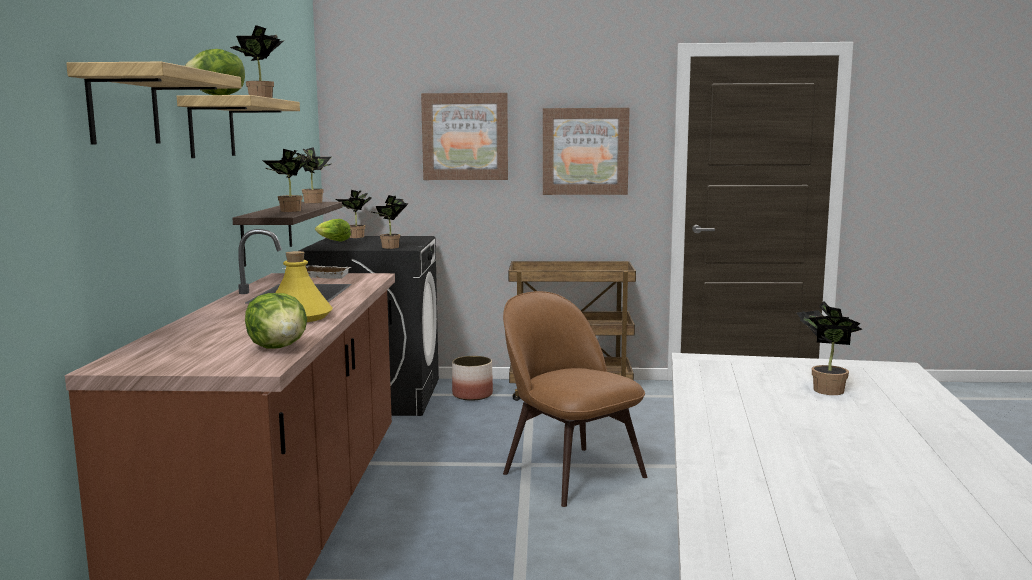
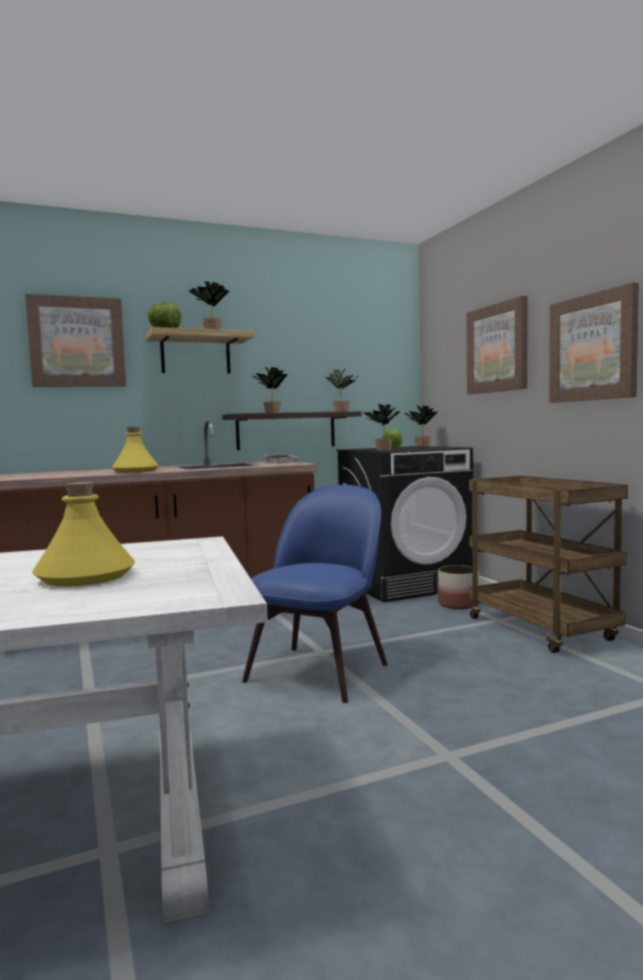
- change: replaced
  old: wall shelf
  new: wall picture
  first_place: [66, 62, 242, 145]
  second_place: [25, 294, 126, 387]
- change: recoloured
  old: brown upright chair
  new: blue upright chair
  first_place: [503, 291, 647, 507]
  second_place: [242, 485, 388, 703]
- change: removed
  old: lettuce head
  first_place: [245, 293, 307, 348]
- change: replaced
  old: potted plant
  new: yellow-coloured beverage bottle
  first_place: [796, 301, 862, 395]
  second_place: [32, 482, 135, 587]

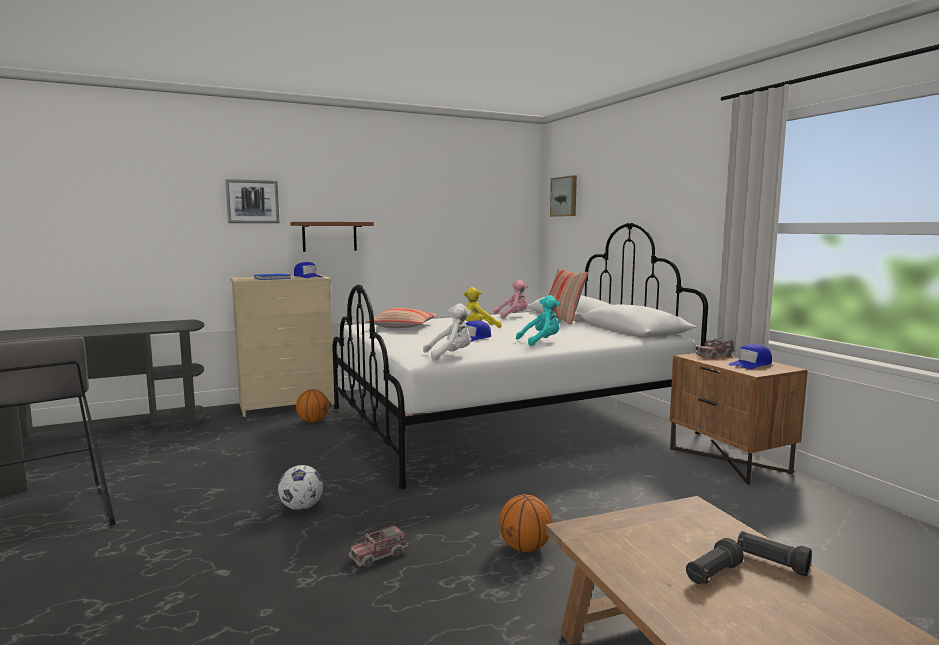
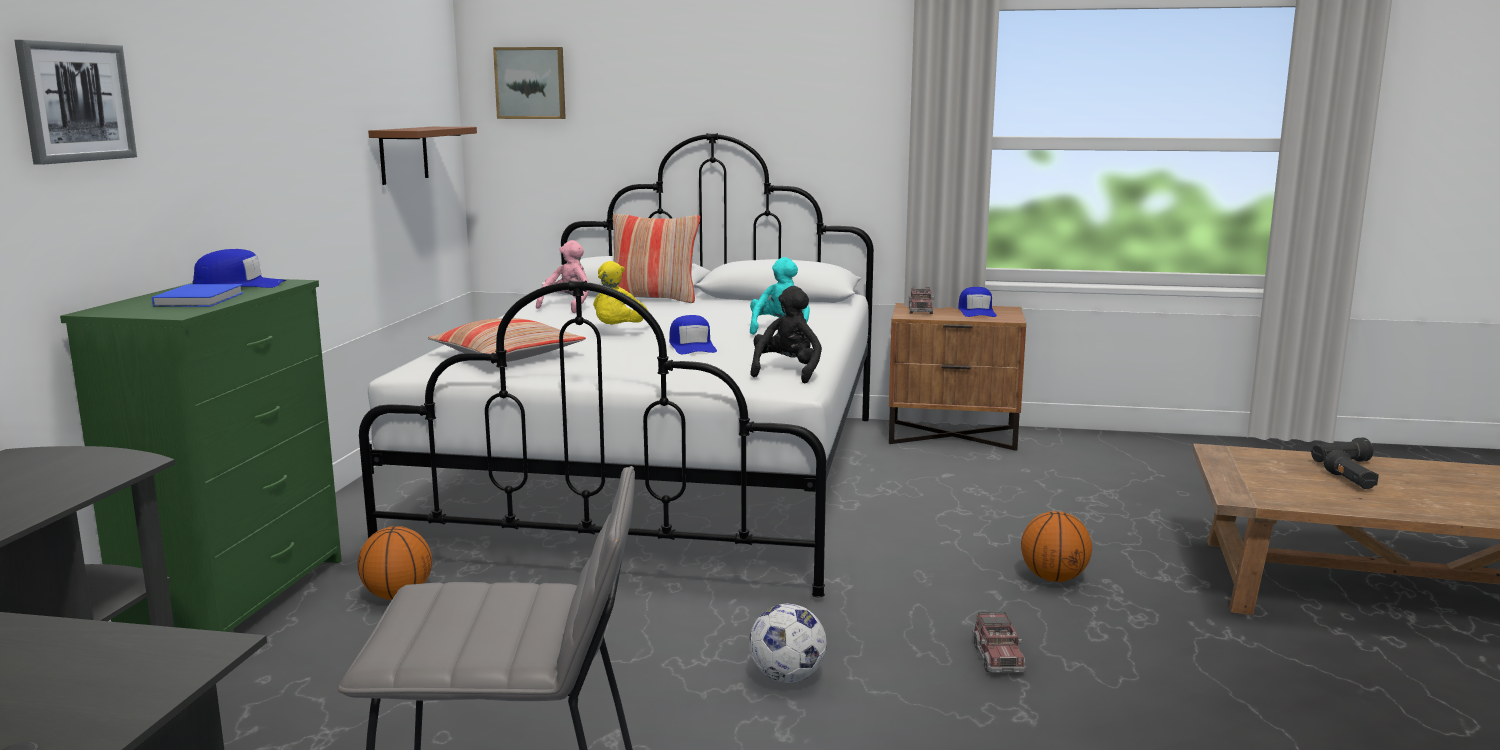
- change: moved
  old: brown wall shelf
  first_place: [290, 222, 374, 252]
  second_place: [368, 127, 477, 185]
- change: recoloured
  old: beige dresser
  new: green dresser
  first_place: [231, 275, 335, 417]
  second_place: [60, 279, 342, 632]
- change: recoloured
  old: whitish cuddly toy
  new: blackish cuddly toy
  first_place: [423, 304, 471, 361]
  second_place: [750, 286, 822, 383]

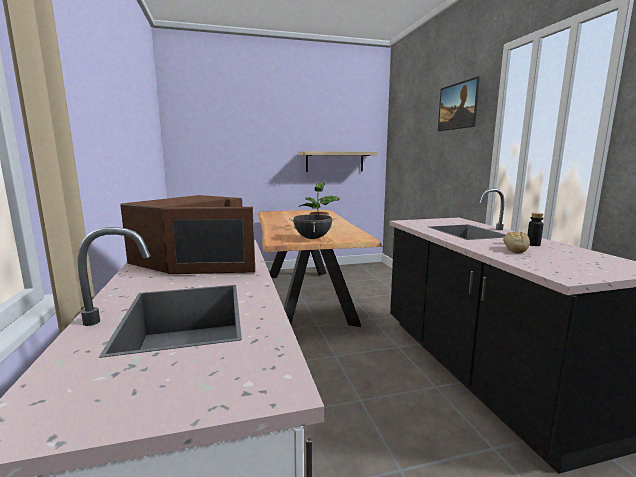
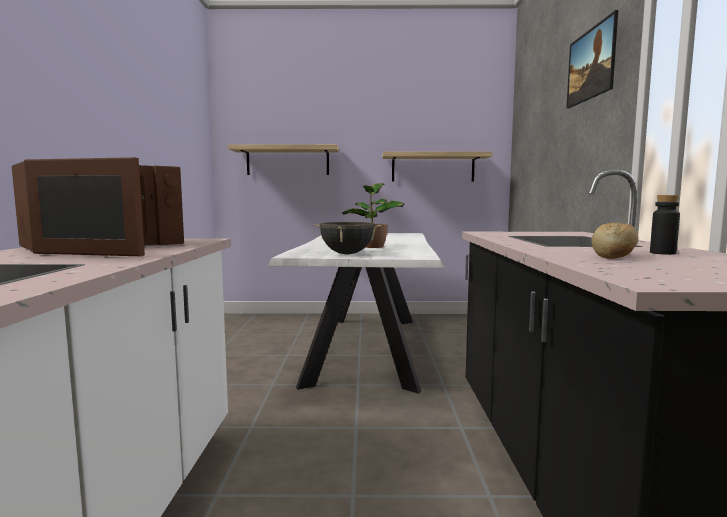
- change: recoloured
  old: brown dining table
  new: whitish dining table
  first_place: [258, 210, 383, 327]
  second_place: [268, 233, 444, 394]
- change: added
  new: wall shelf
  second_place: [228, 144, 339, 175]

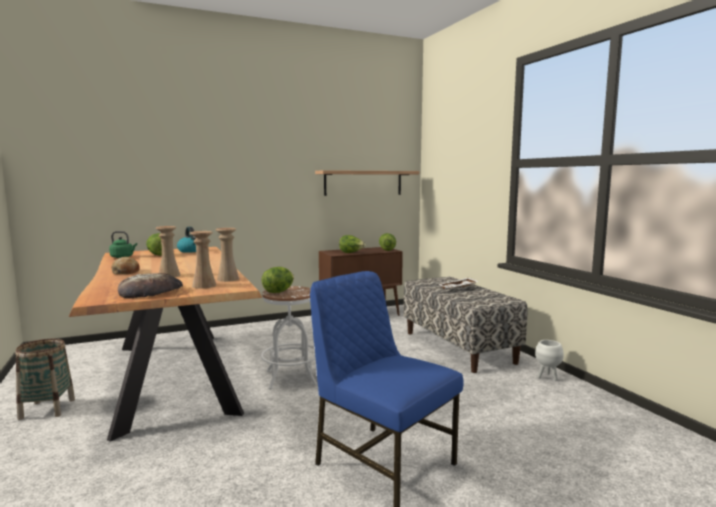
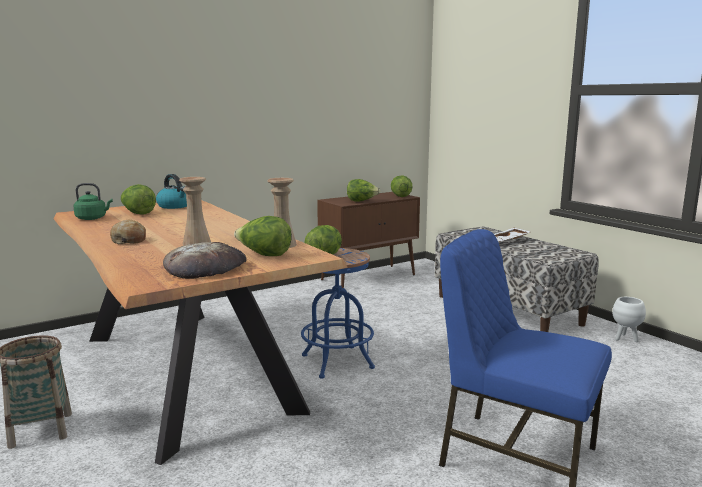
- change: removed
  old: wall shelf
  first_place: [315, 170, 419, 196]
- change: replaced
  old: beige decorative vase
  new: lettuce head
  first_place: [190, 231, 216, 289]
  second_place: [234, 216, 292, 256]
- change: recoloured
  old: whitish stool seat
  new: blue stool seat
  first_place: [261, 286, 317, 390]
  second_place: [301, 248, 375, 379]

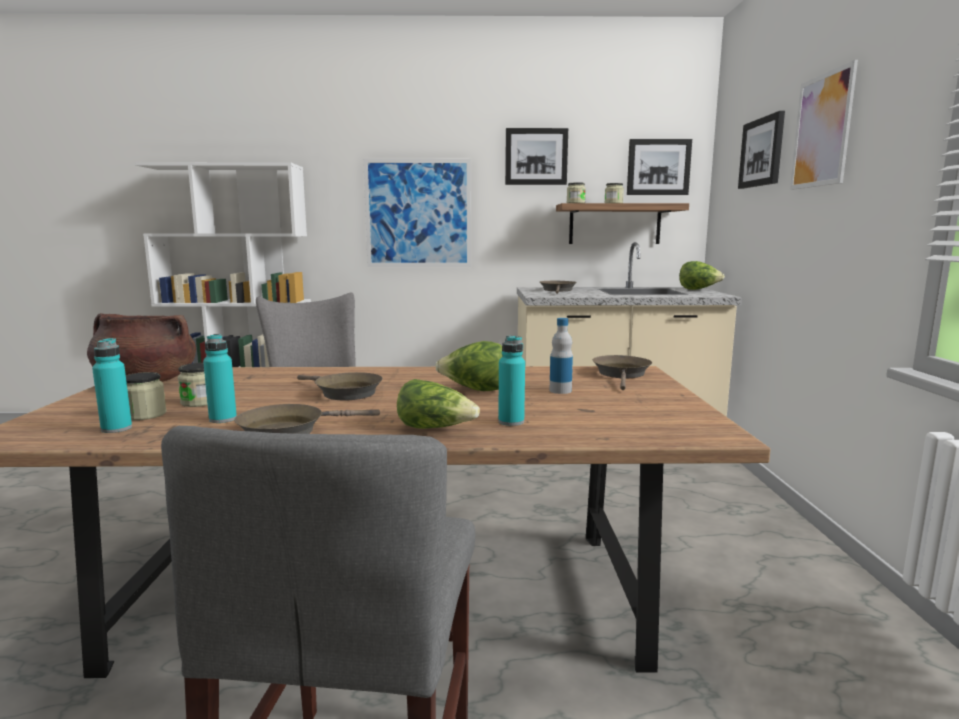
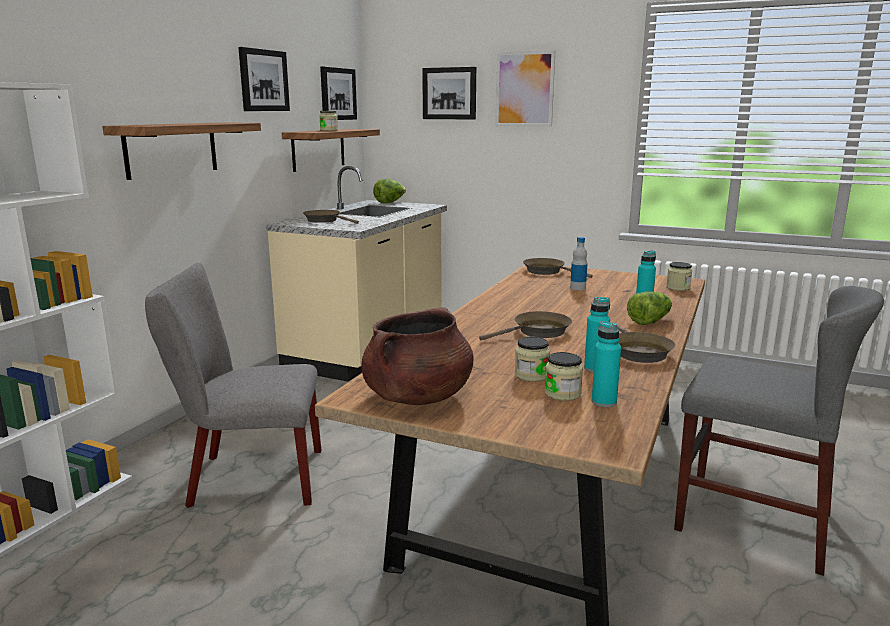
- change: replaced
  old: wall picture
  new: wall shelf
  first_place: [363, 158, 471, 267]
  second_place: [102, 122, 261, 180]
- change: moved
  old: jar
  first_place: [567, 182, 586, 203]
  second_place: [666, 262, 692, 291]
- change: removed
  old: lettuce head
  first_place: [435, 341, 503, 391]

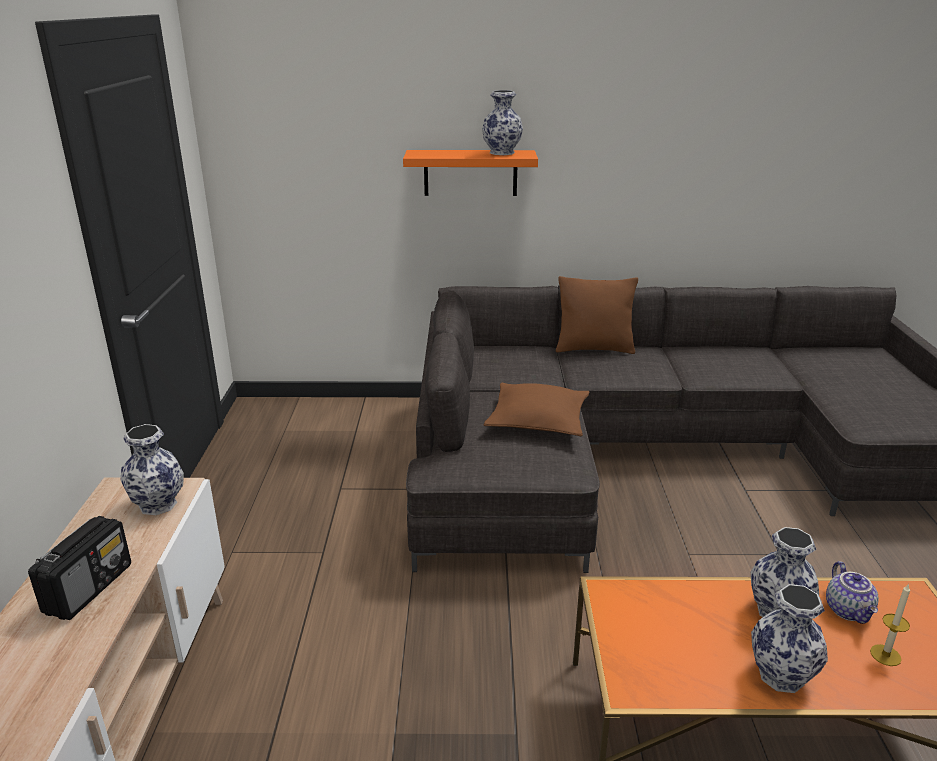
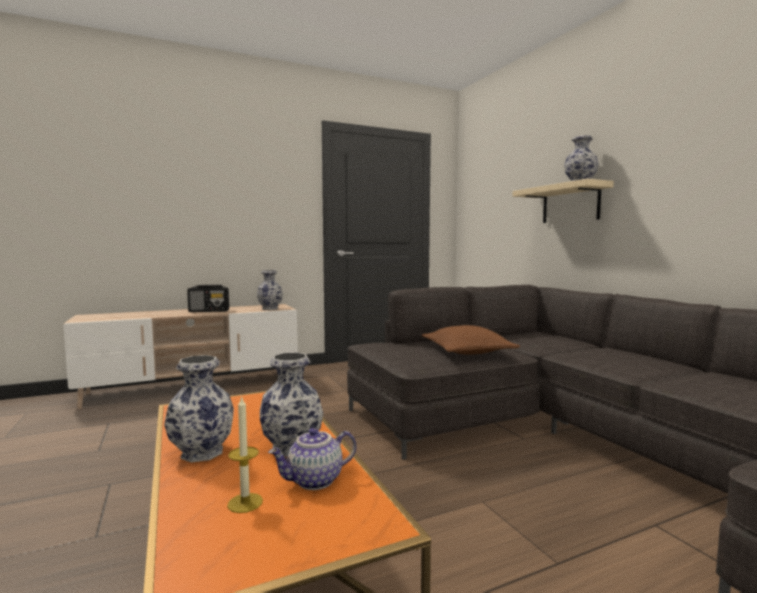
- change: recoloured
  old: orange wall shelf
  new: beige wall shelf
  first_place: [403, 150, 538, 196]
  second_place: [512, 179, 614, 223]
- change: removed
  old: brown pillow
  first_place: [556, 276, 638, 354]

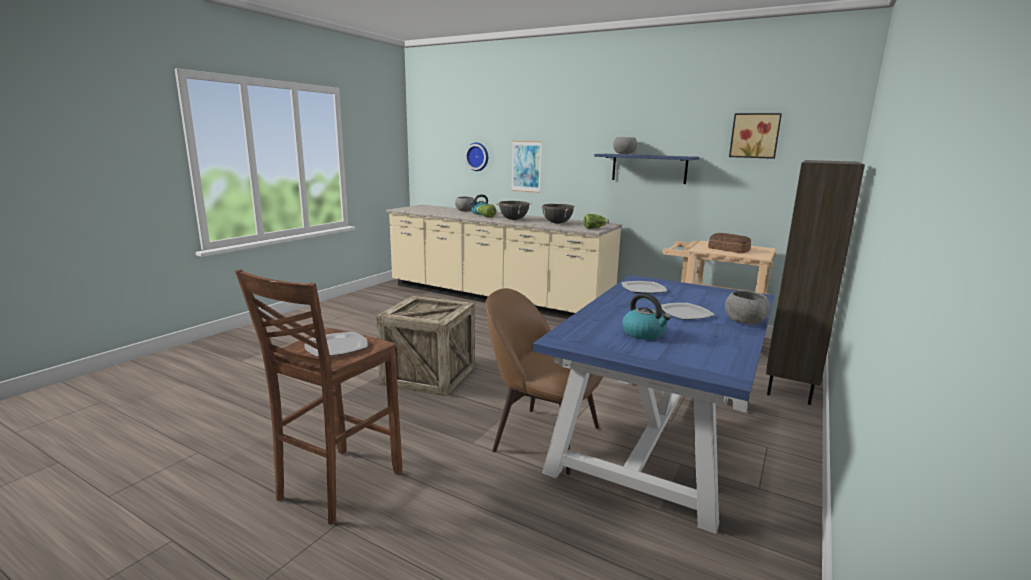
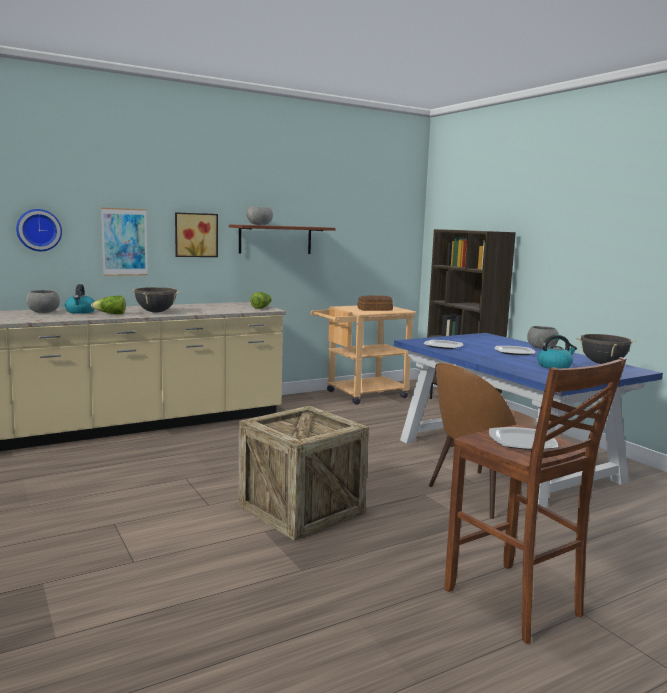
- change: moved
  old: wall picture
  first_place: [729, 113, 782, 159]
  second_place: [175, 212, 218, 257]
- change: recoloured
  old: blue wall shelf
  new: brown wall shelf
  first_place: [594, 154, 699, 184]
  second_place: [229, 224, 335, 254]
- change: moved
  old: blackish stockpot
  first_place: [541, 204, 575, 224]
  second_place: [576, 334, 636, 364]

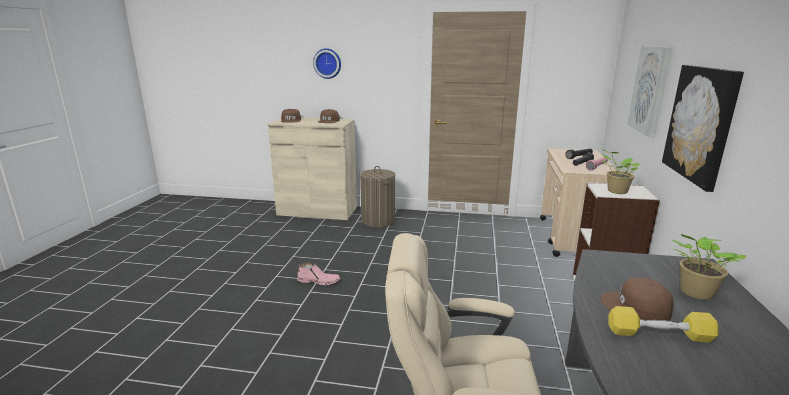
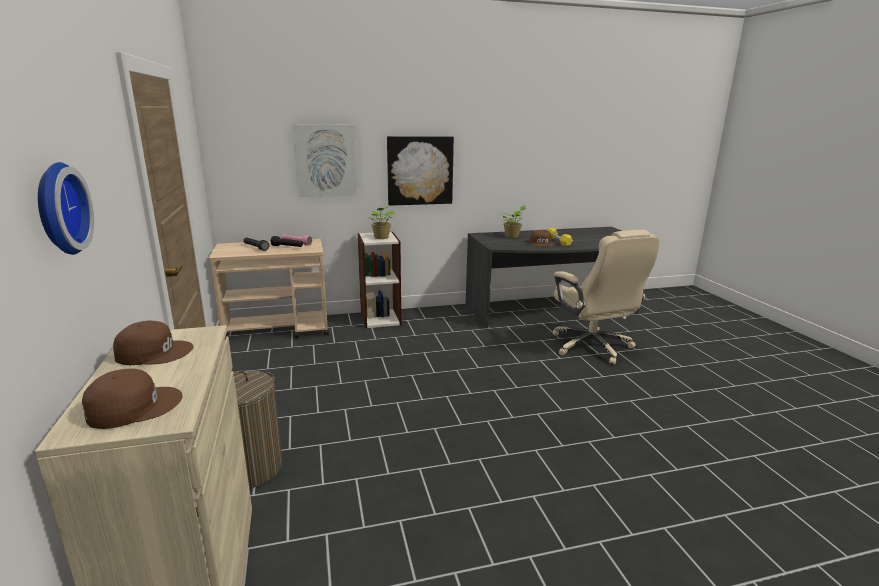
- change: removed
  old: pinkish boot
  first_place: [297, 263, 341, 285]

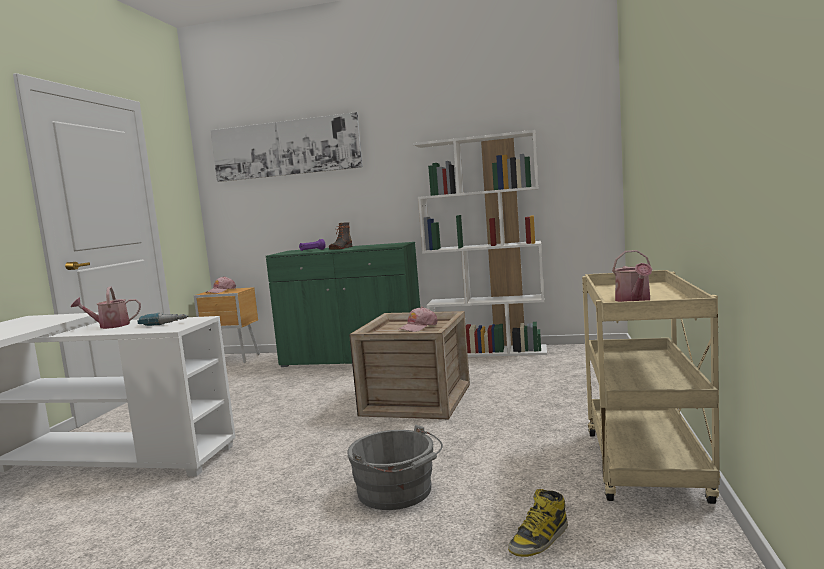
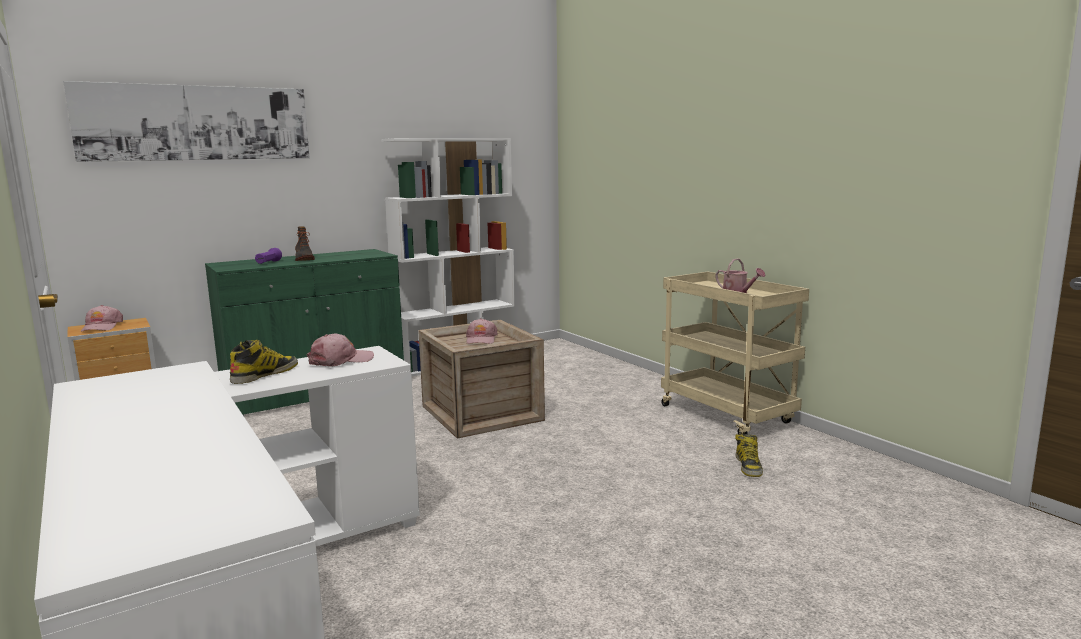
- change: replaced
  old: watering pot
  new: boot
  first_place: [71, 287, 141, 329]
  second_place: [230, 340, 298, 384]
- change: replaced
  old: drill
  new: pinkish peaked cap
  first_place: [137, 313, 188, 326]
  second_place: [307, 334, 374, 367]
- change: removed
  old: greyish water bucket
  first_place: [347, 425, 443, 510]

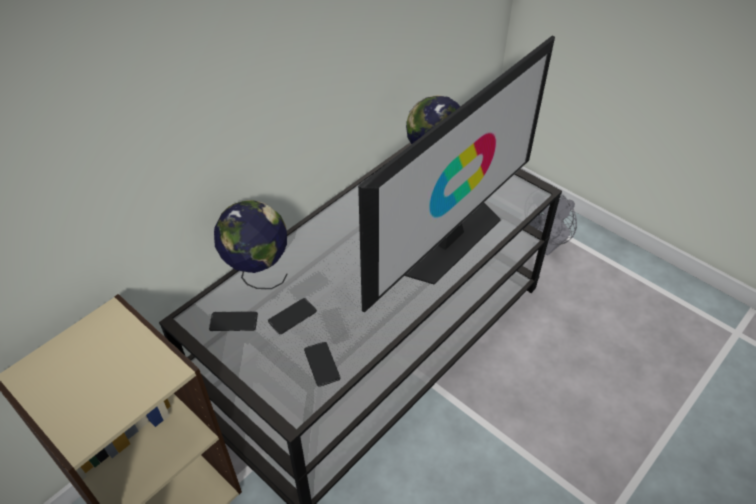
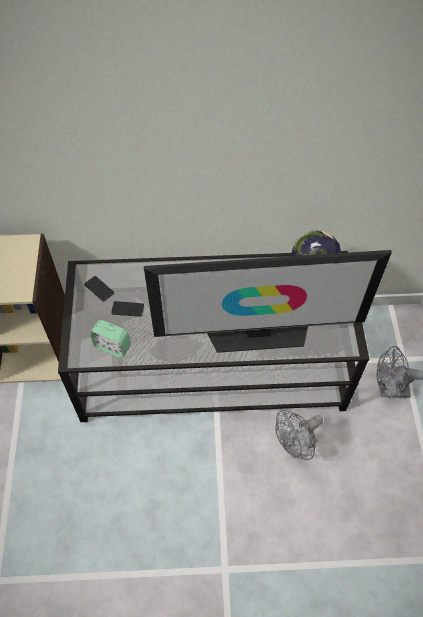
- change: removed
  old: world globe
  first_place: [214, 200, 287, 289]
- change: replaced
  old: handset
  new: alarm clock
  first_place: [304, 342, 341, 387]
  second_place: [90, 320, 131, 358]
- change: added
  new: greyish fan
  second_place: [275, 410, 323, 460]

